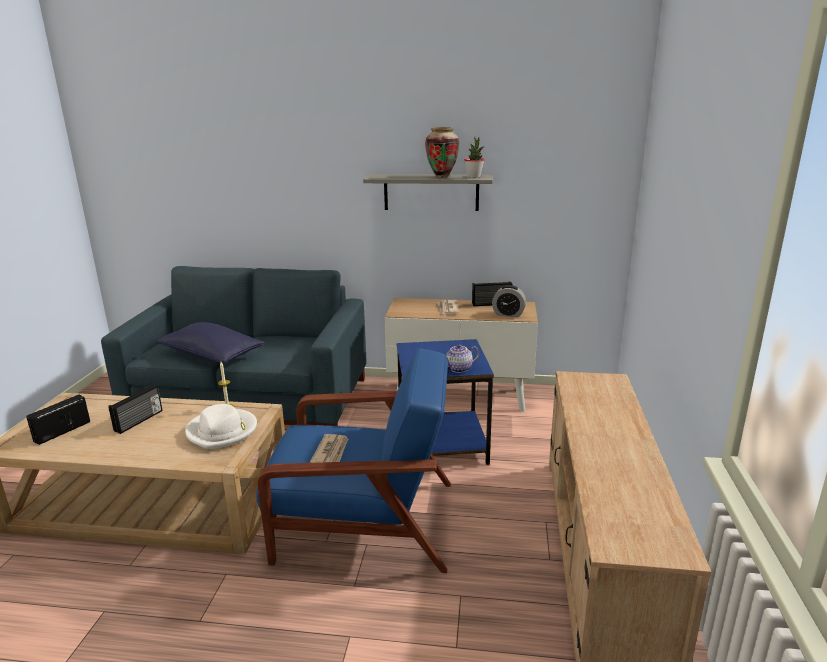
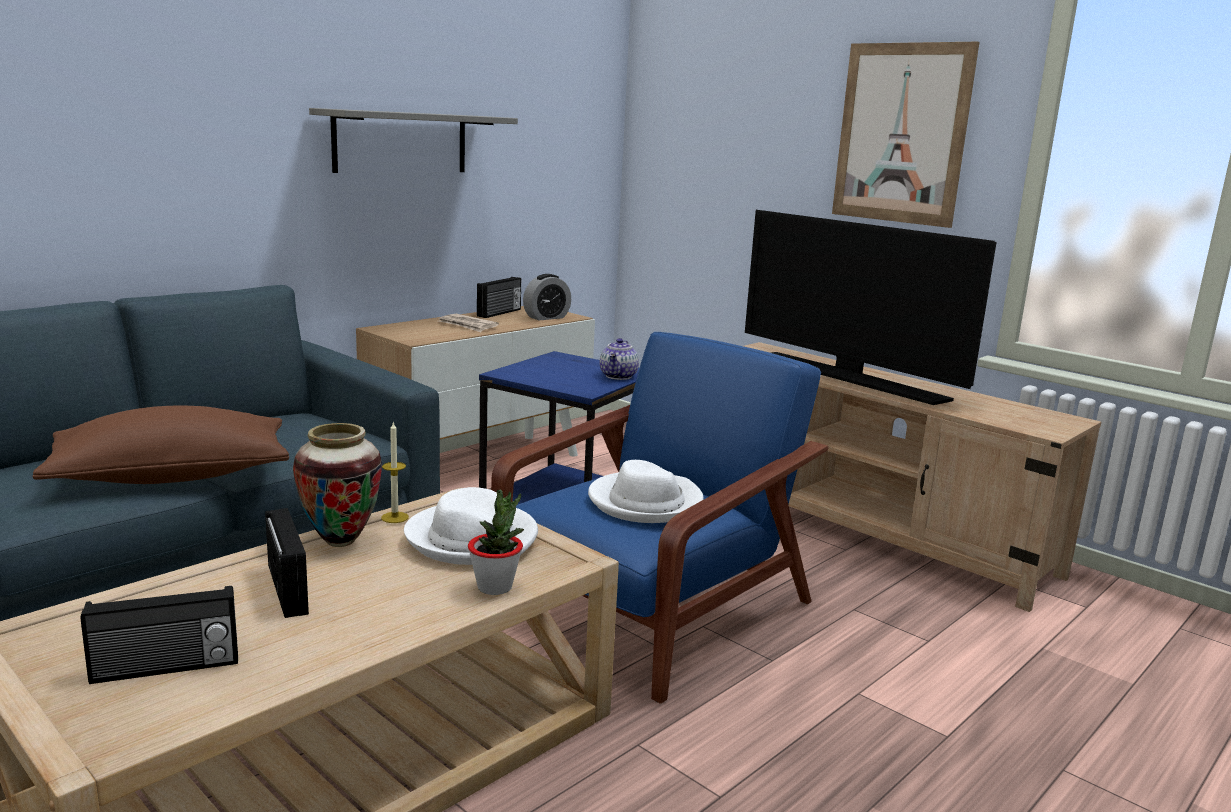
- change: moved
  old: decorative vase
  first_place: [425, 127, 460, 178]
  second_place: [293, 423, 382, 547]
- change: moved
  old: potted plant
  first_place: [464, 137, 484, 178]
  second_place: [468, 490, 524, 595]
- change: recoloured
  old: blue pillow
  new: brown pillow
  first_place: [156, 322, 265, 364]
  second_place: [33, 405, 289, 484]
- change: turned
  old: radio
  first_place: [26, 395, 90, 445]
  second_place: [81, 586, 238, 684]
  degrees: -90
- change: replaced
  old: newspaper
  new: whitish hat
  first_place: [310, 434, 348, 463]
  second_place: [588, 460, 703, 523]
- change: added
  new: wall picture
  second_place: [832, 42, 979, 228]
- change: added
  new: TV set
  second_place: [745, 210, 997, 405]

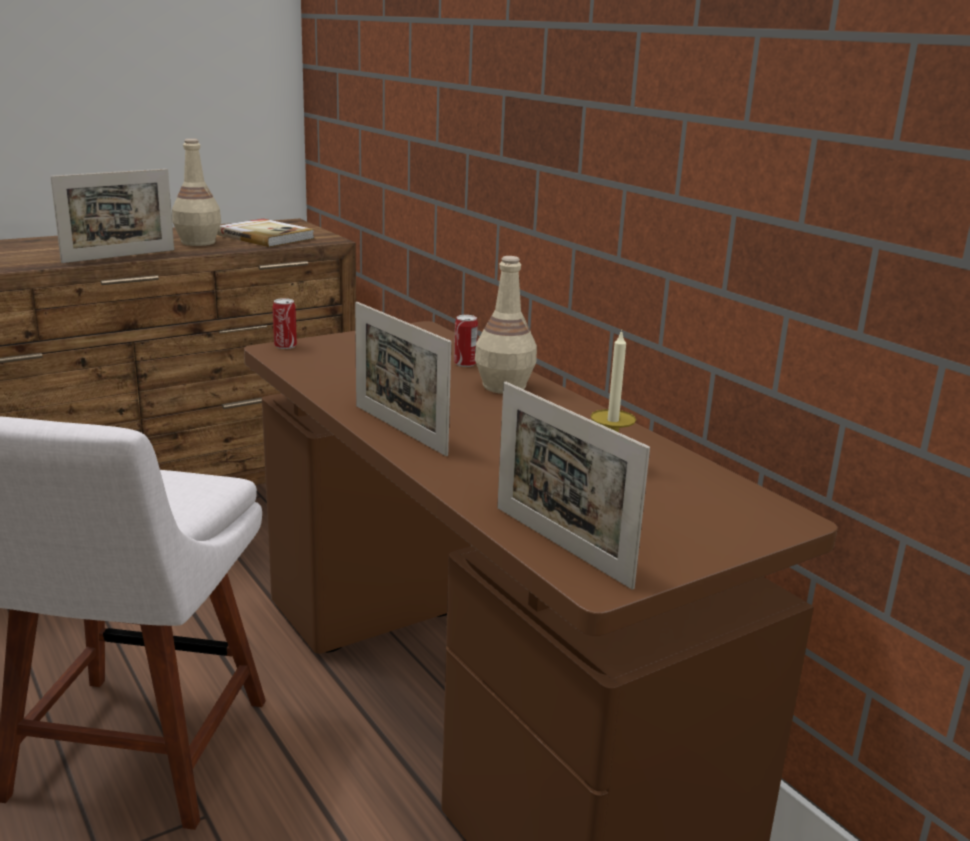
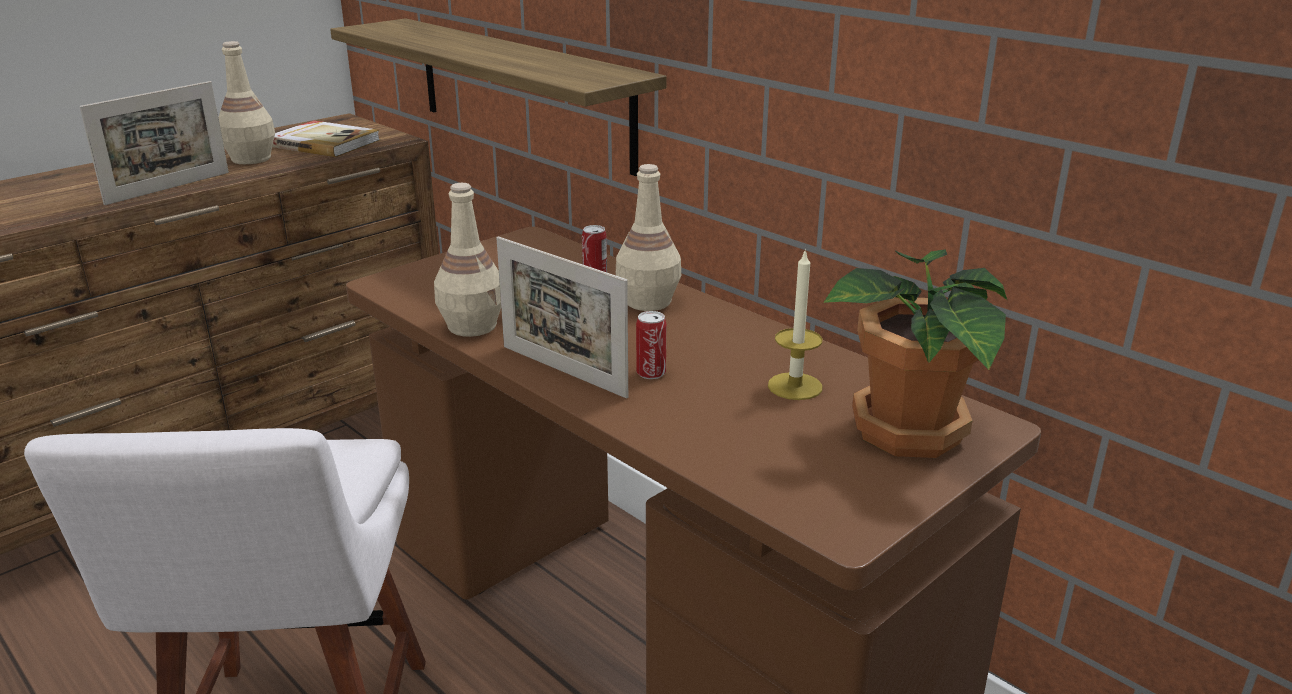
- change: moved
  old: sealed can
  first_place: [273, 298, 297, 349]
  second_place: [636, 311, 666, 379]
- change: removed
  old: standing frame
  first_place: [497, 382, 650, 590]
- change: added
  new: wall shelf
  second_place: [330, 18, 667, 176]
- change: added
  new: beige beverage bottle
  second_place: [434, 183, 501, 337]
- change: added
  new: potted plant
  second_place: [823, 249, 1007, 458]

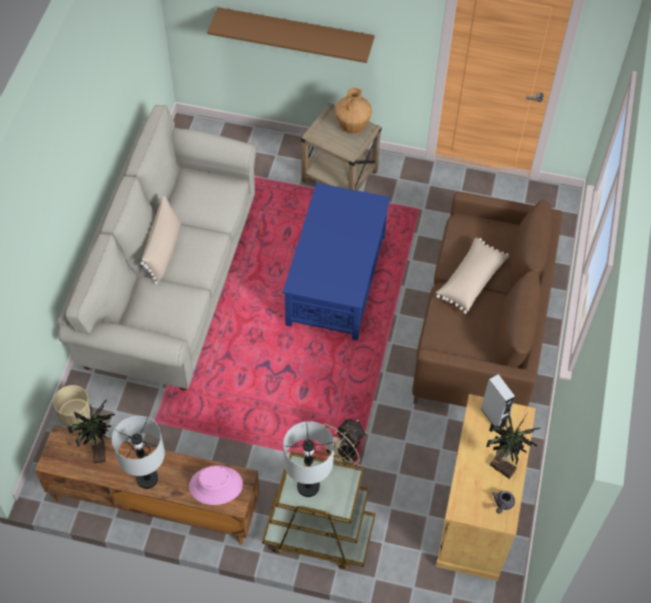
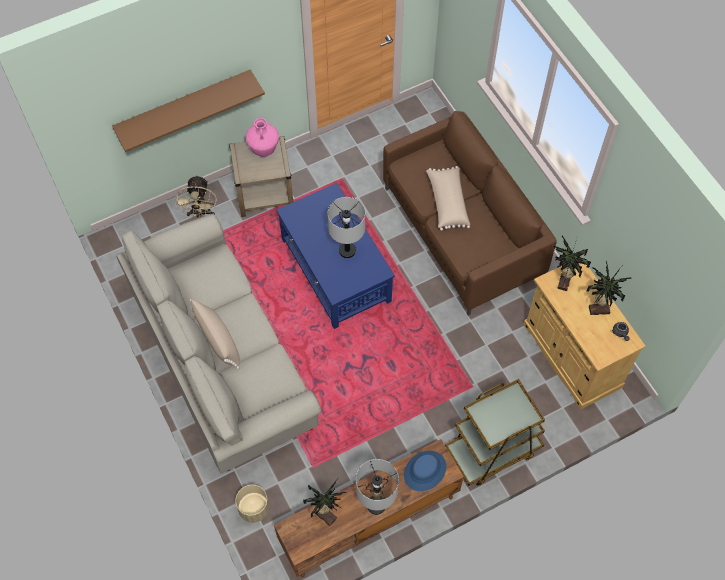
- change: recoloured
  old: brown decorative vase
  new: pinkish decorative vase
  first_place: [335, 88, 372, 133]
  second_place: [246, 117, 279, 157]
- change: replaced
  old: greyish audio speaker
  new: potted plant
  first_place: [480, 374, 515, 428]
  second_place: [552, 235, 591, 291]
- change: moved
  old: beige fan
  first_place: [315, 418, 367, 467]
  second_place: [176, 175, 217, 218]
- change: moved
  old: greyish table lamp
  first_place: [283, 421, 334, 497]
  second_place: [328, 197, 365, 258]
- change: recoloured
  old: pinkish hat
  new: blue hat
  first_place: [189, 465, 243, 505]
  second_place: [404, 451, 446, 491]

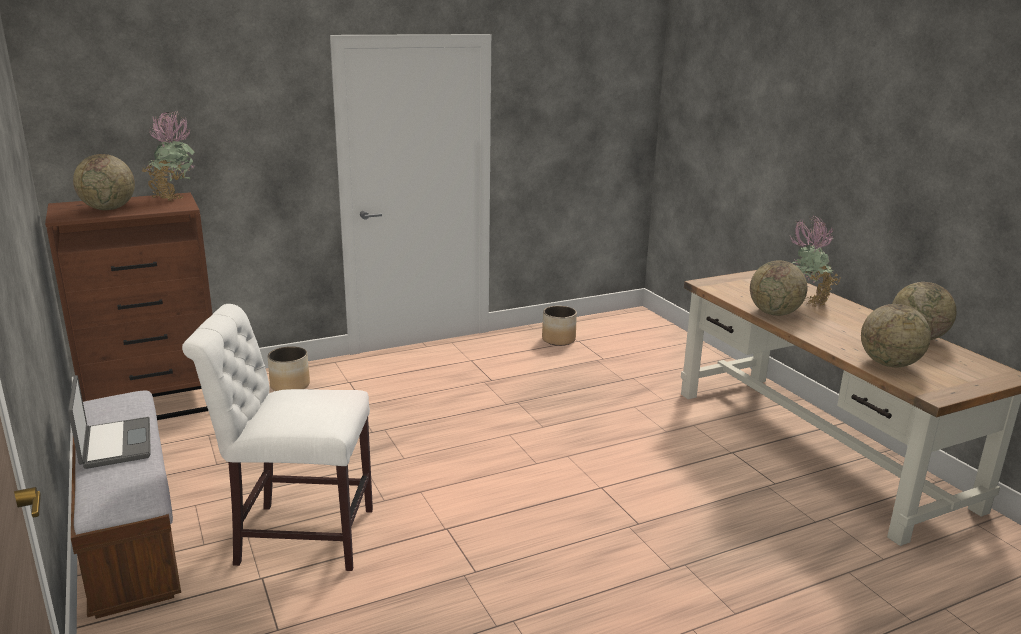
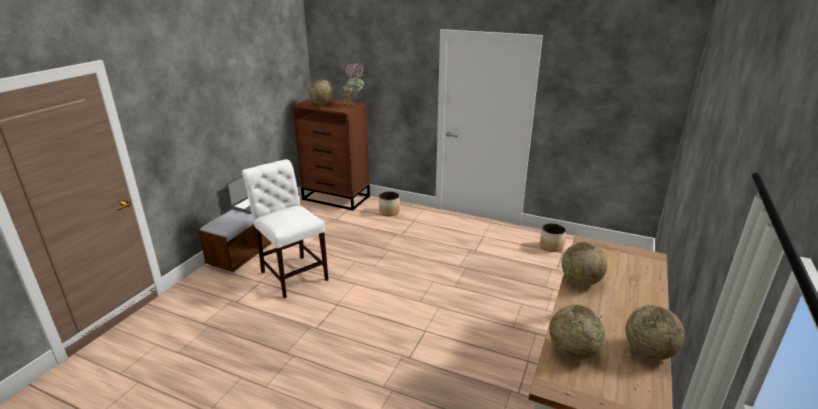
- change: removed
  old: potted plant
  first_place: [790, 215, 841, 307]

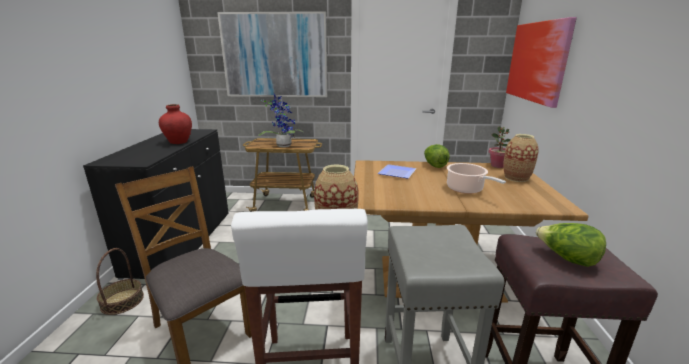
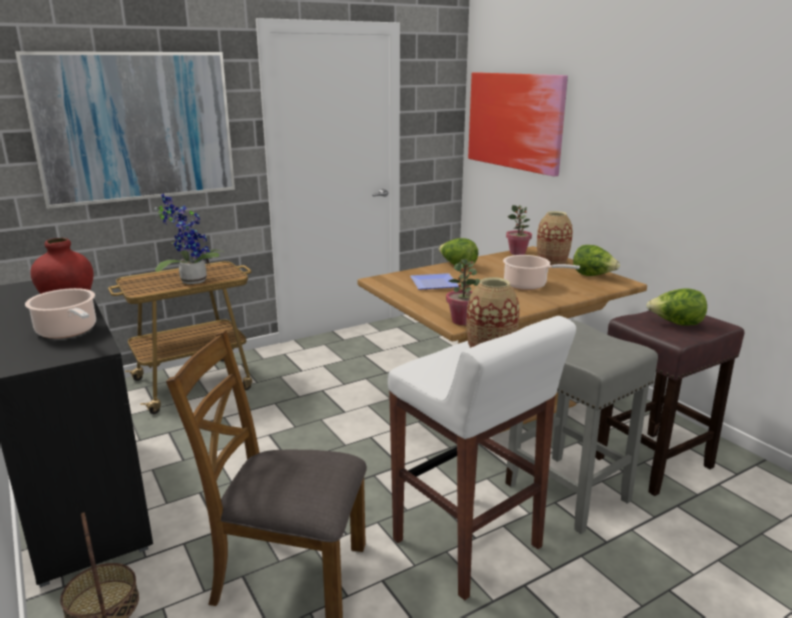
- change: added
  new: lettuce head
  second_place: [573, 245, 620, 276]
- change: added
  new: potted plant
  second_place: [446, 259, 480, 325]
- change: added
  new: stockpot
  second_place: [25, 288, 96, 338]

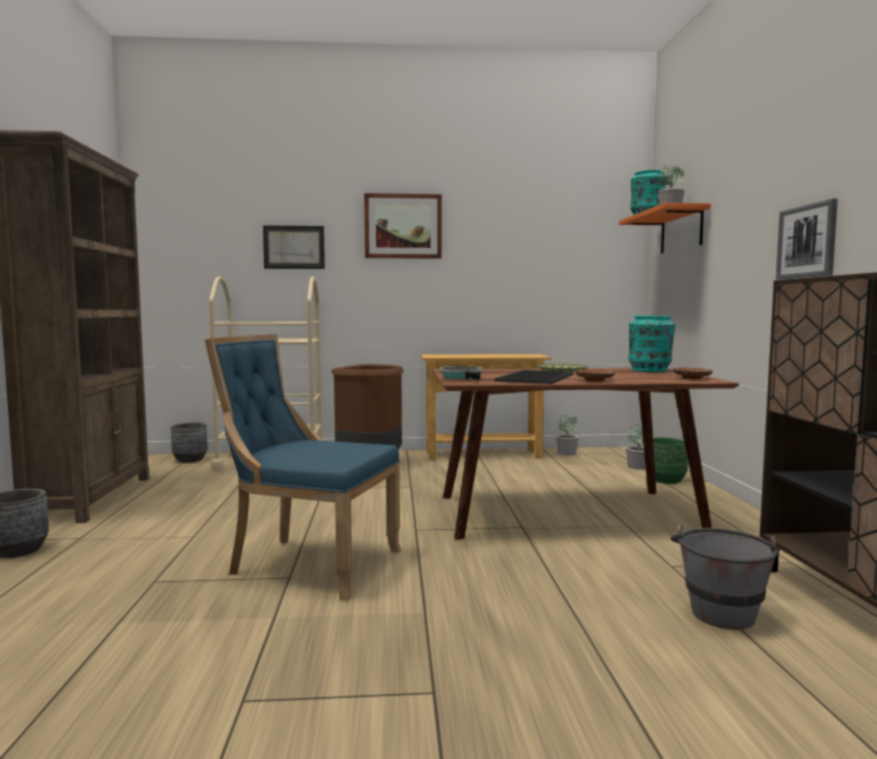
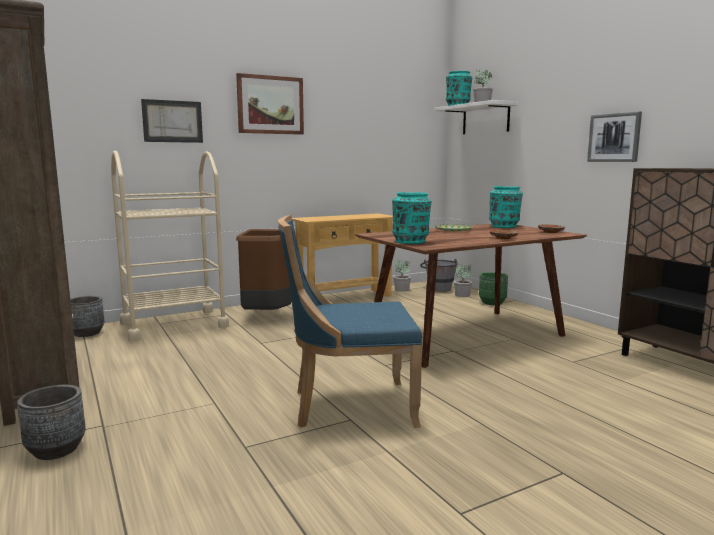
- change: recoloured
  old: orange wall shelf
  new: whitish wall shelf
  first_place: [619, 203, 711, 253]
  second_place: [434, 100, 518, 134]
- change: replaced
  old: frying pan
  new: turquoise decorative vase
  first_place: [440, 366, 482, 380]
  second_place: [392, 192, 432, 244]
- change: removed
  old: tray
  first_place: [495, 370, 573, 384]
- change: moved
  old: greyish water bucket
  first_place: [670, 526, 780, 630]
  second_place: [420, 258, 458, 292]

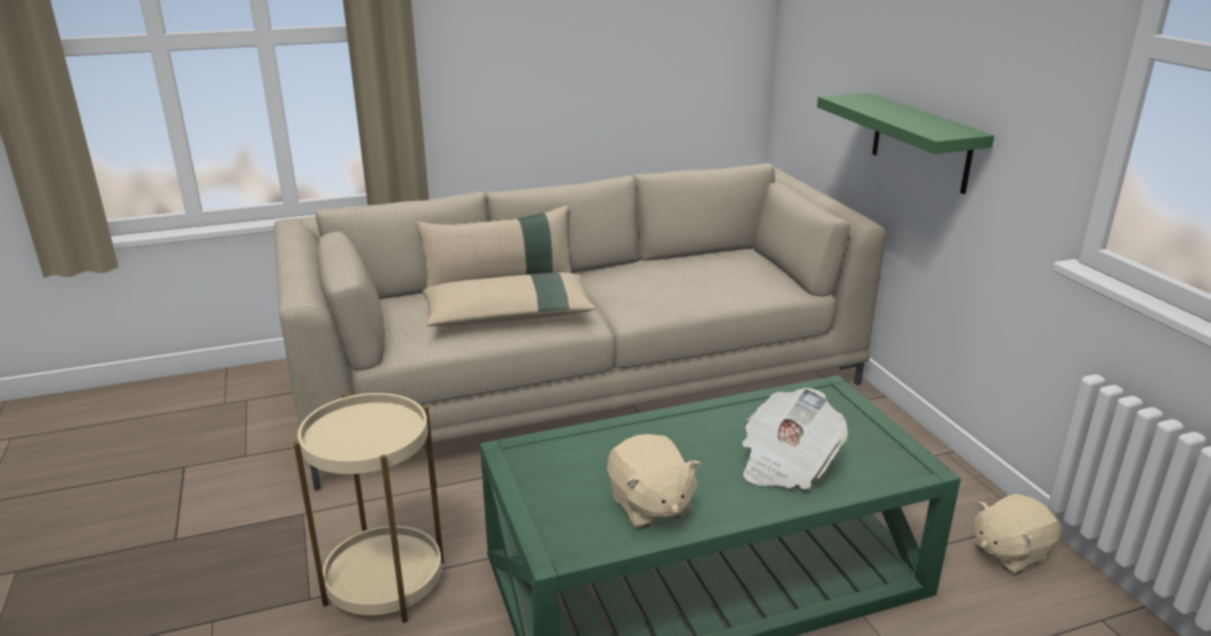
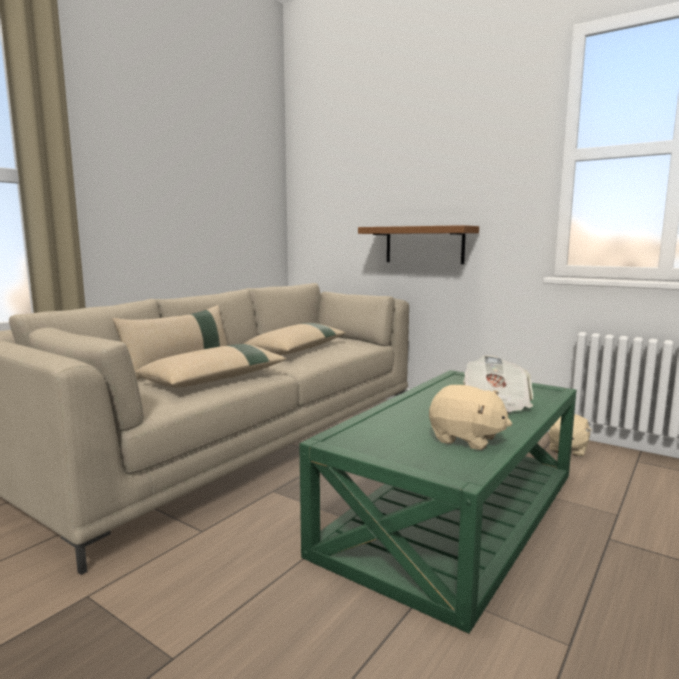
- change: recoloured
  old: green wall shelf
  new: brown wall shelf
  first_place: [817, 93, 994, 194]
  second_place: [358, 225, 479, 264]
- change: removed
  old: beige accent table
  first_place: [293, 393, 444, 623]
- change: added
  new: beige pillow
  second_place: [244, 323, 346, 355]

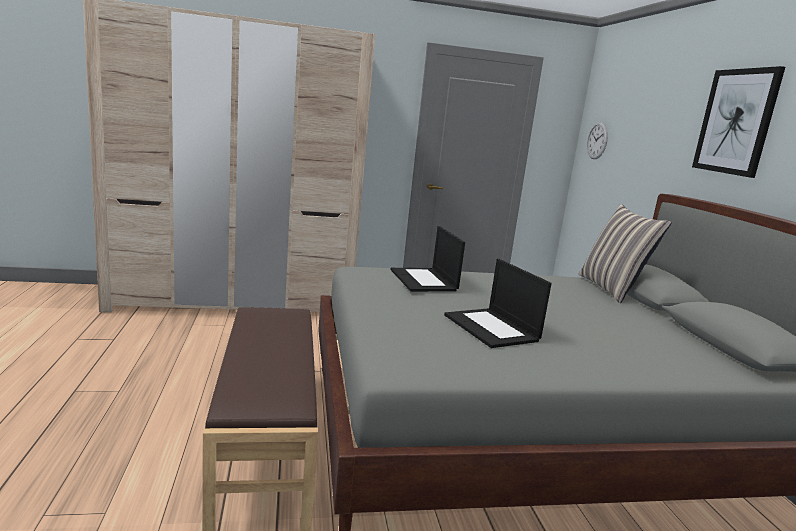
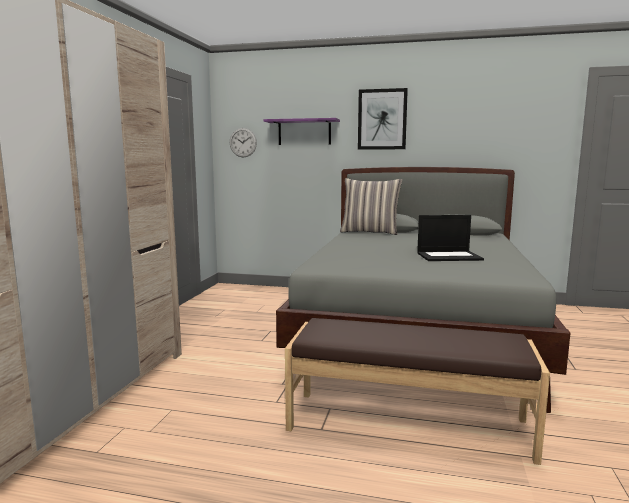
- change: removed
  old: laptop
  first_place: [391, 226, 465, 292]
- change: added
  new: purple wall shelf
  second_place: [263, 118, 340, 145]

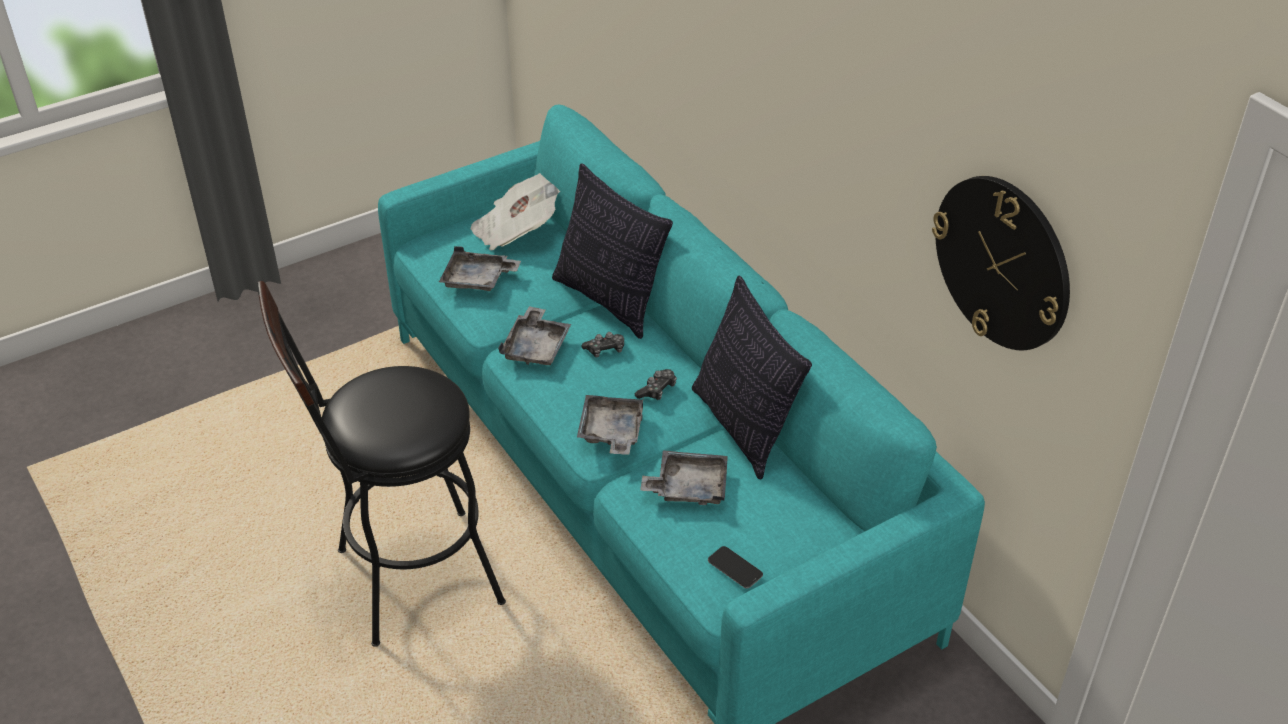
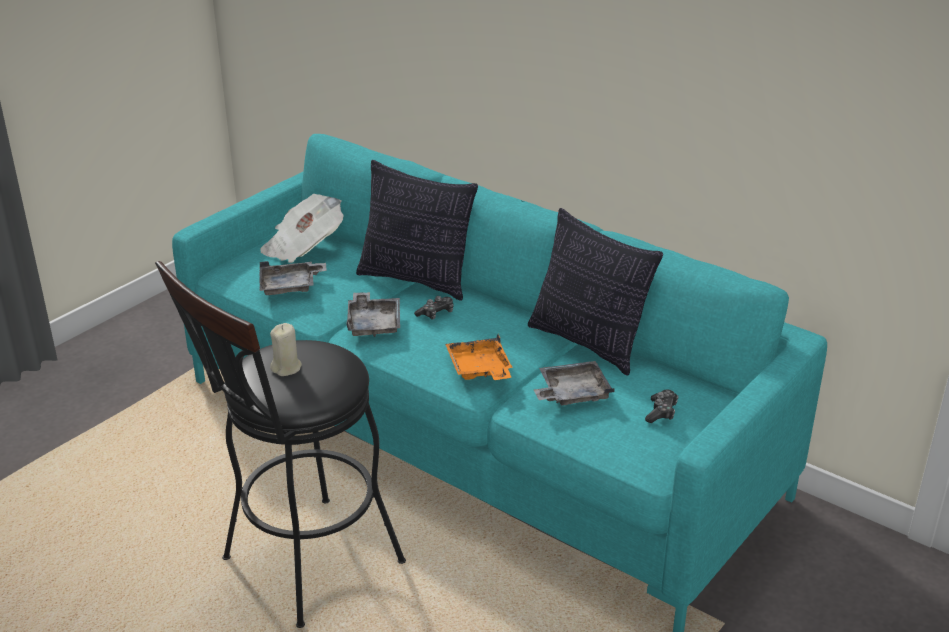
- change: removed
  old: clock on the wall
  first_place: [932, 176, 1070, 350]
- change: moved
  old: game controller
  first_place: [635, 369, 677, 400]
  second_place: [645, 390, 678, 423]
- change: recoloured
  old: greyish tray
  new: orange tray
  first_place: [577, 395, 644, 455]
  second_place: [445, 334, 513, 380]
- change: removed
  old: handset
  first_place: [708, 546, 763, 589]
- change: added
  new: beige candle
  second_place: [270, 323, 302, 376]

